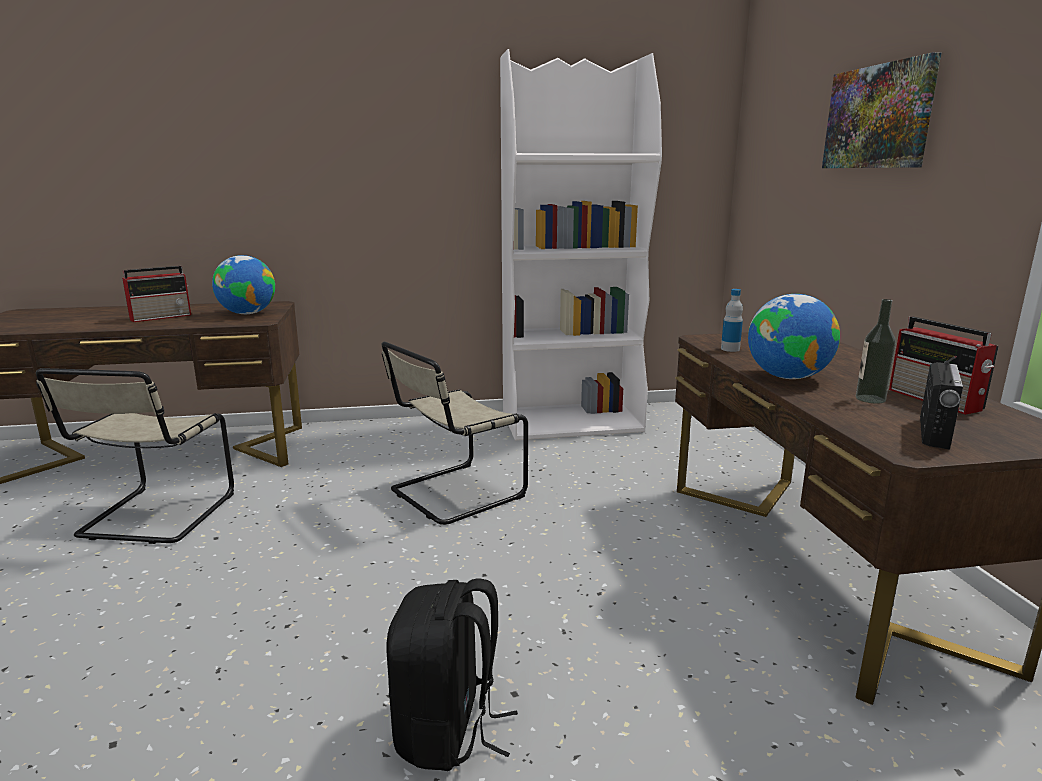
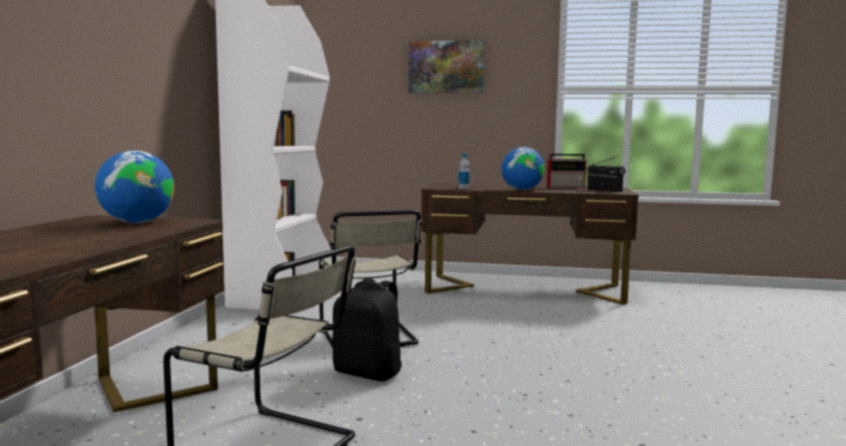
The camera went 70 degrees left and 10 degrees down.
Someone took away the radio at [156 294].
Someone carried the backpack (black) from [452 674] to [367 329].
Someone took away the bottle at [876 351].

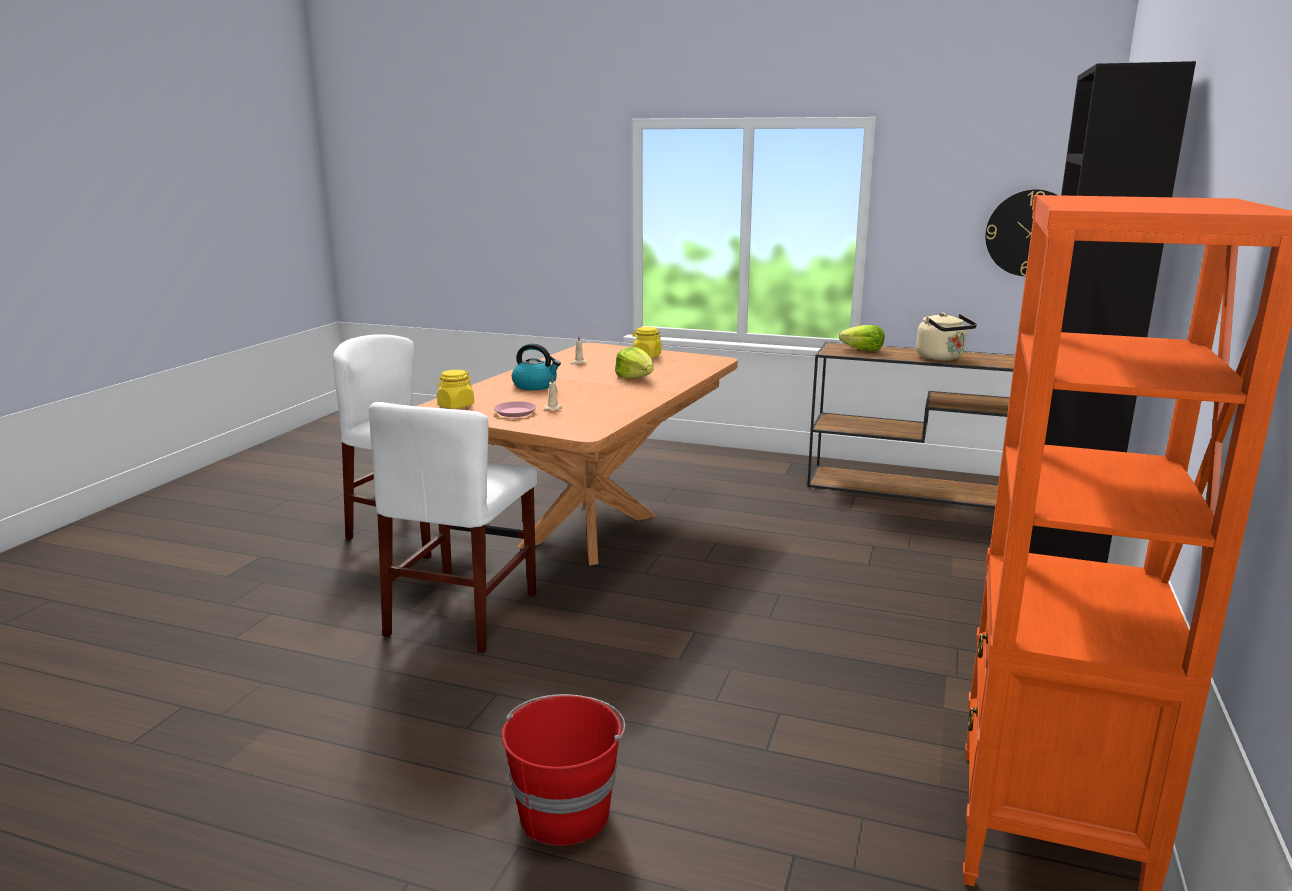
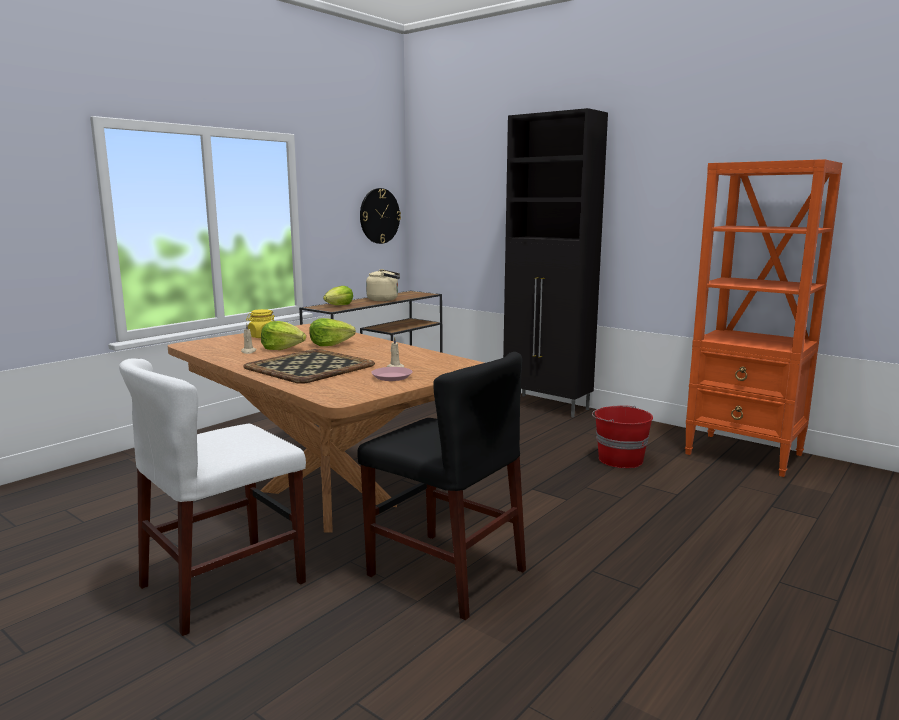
The camera went 70 degrees left and 5 degrees down.
Someone repainted the chair (white) at [453 527], which became the chair (black) at [442 486].
Someone took away the jar (yellow) at [455 389].
Someone carried the bucket (red) from [563 770] to [622 436].
Someone swapped the kettle at [536 367] for the tray at [309 366].
Someone put down the lettuce at [283 335].

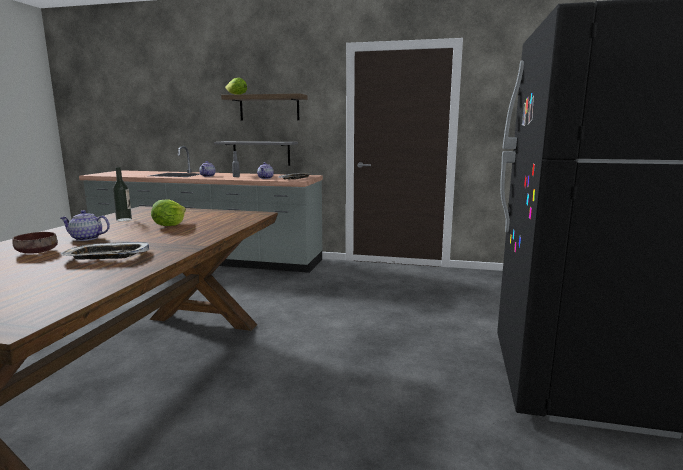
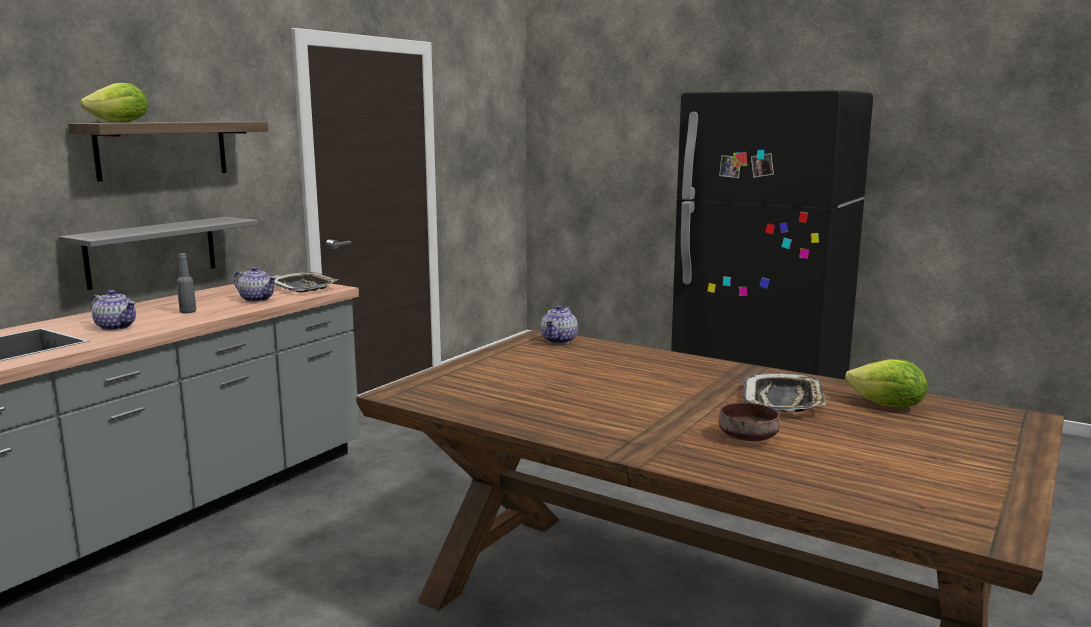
The camera went 70 degrees left and 0 degrees up.
Someone carried the teapot from [85 225] to [559 324].
Someone took away the bottle at [122 194].
Someone carried the lettuce from [168 212] to [886 383].

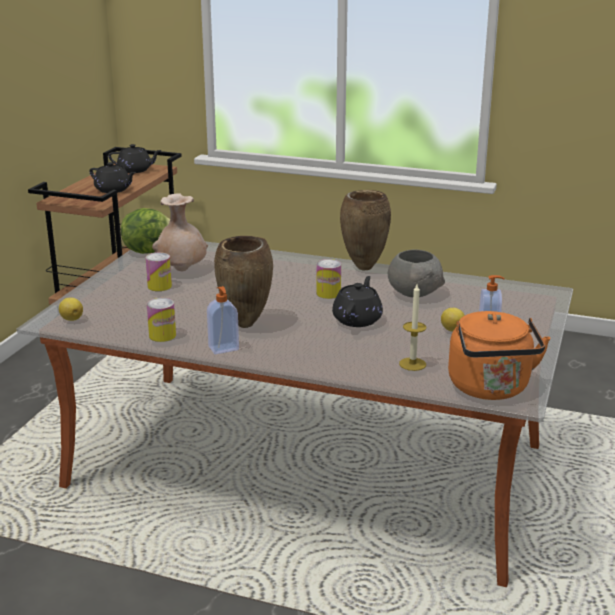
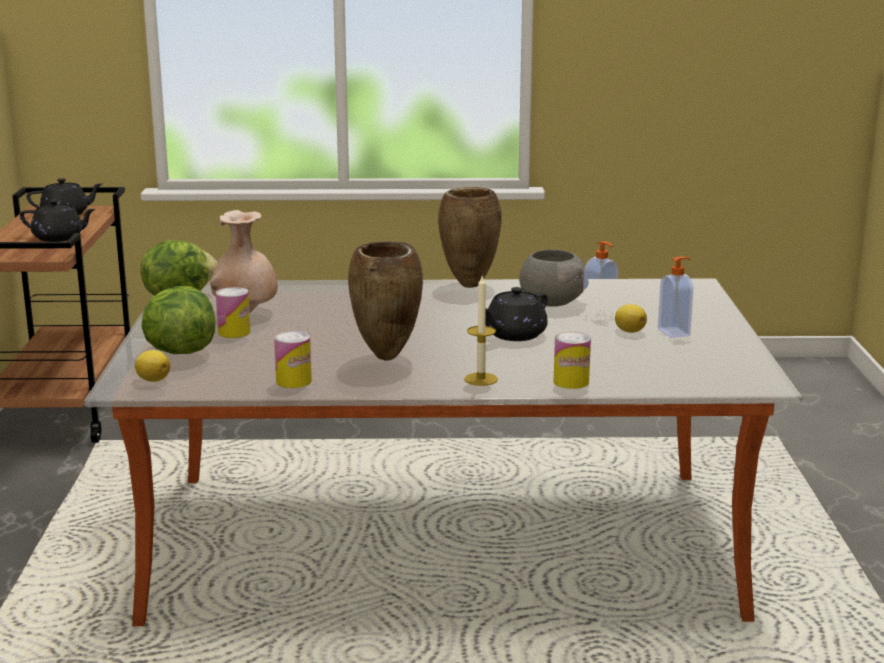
The camera went 20 degrees left and 5 degrees down.
Someone carried the soap dispenser from [223 320] to [600 280].
Someone carried the can from [329 279] to [572 360].
Someone rotated the teapot (black) at [357 301] by 135 degrees counterclockwise.
Someone carried the candle from [413 327] to [481 331].
Someone took away the kettle (orange) at [499 355].
Someone put down the lettuce at [179 320].

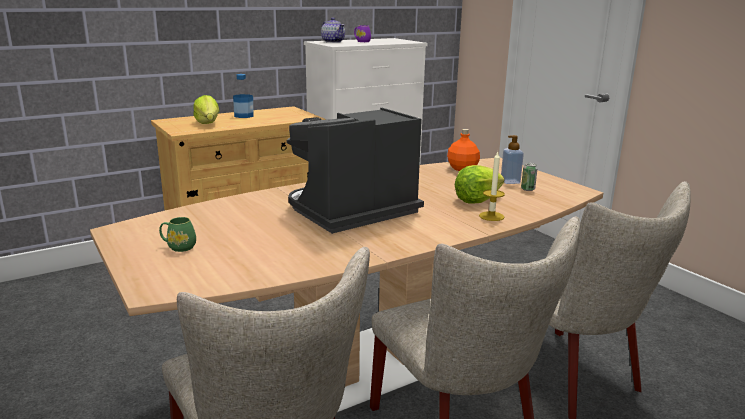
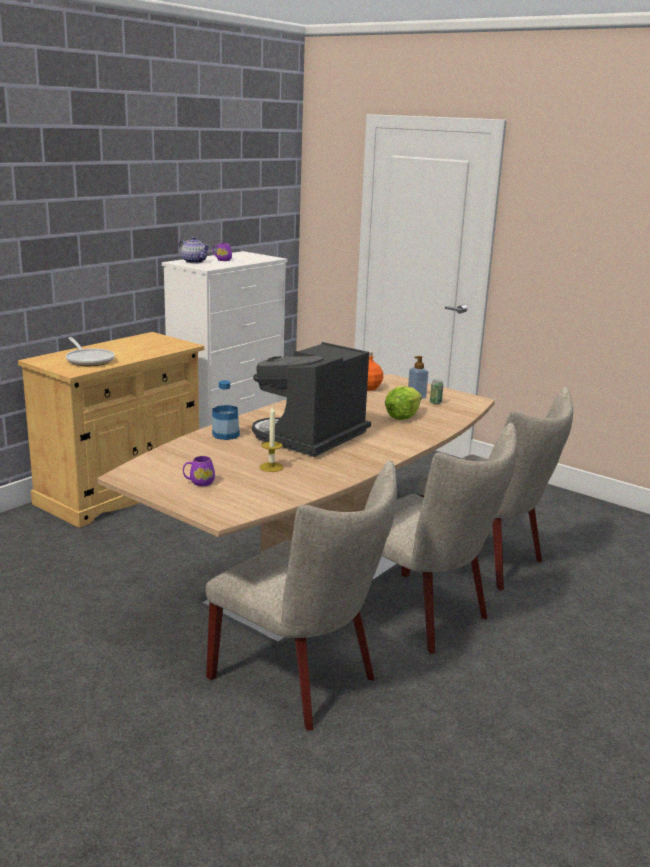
The camera went 20 degrees left and 0 degrees up.
Someone repainted the mug (green) at [177 234], which became the mug (purple) at [199 471].
Someone swapped the lettuce at [206 109] for the frying pan at [90 351].
Someone carried the bottle from [243 96] to [226 410].
Someone carried the candle from [492 186] to [272 439].

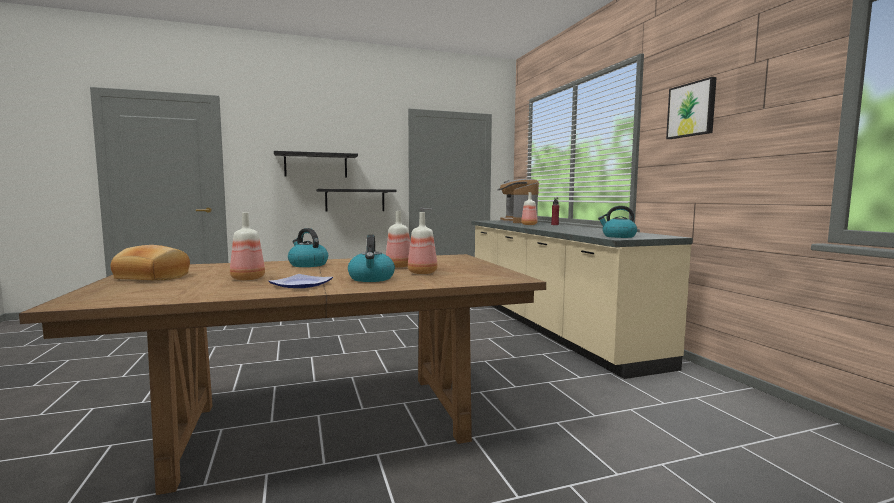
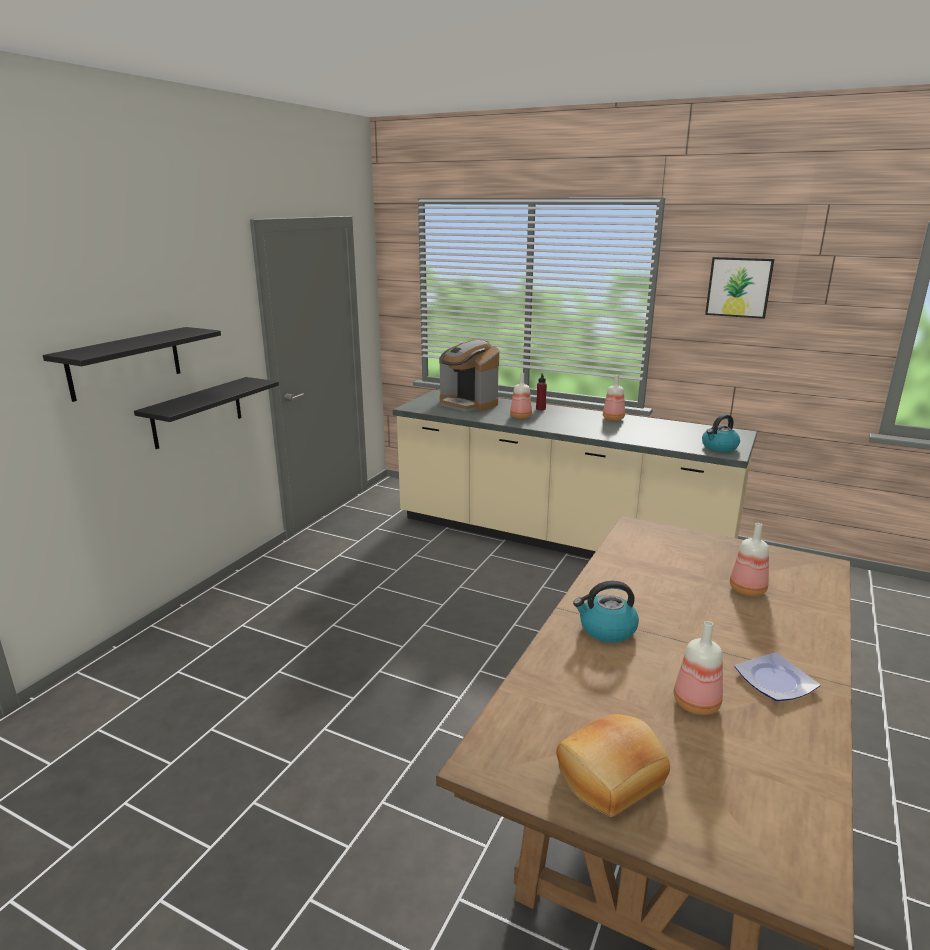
The camera went 45 degrees left and 15 degrees up.
Someone took away the kettle at [371 258].
Someone carried the bottle from [398 239] to [614 398].

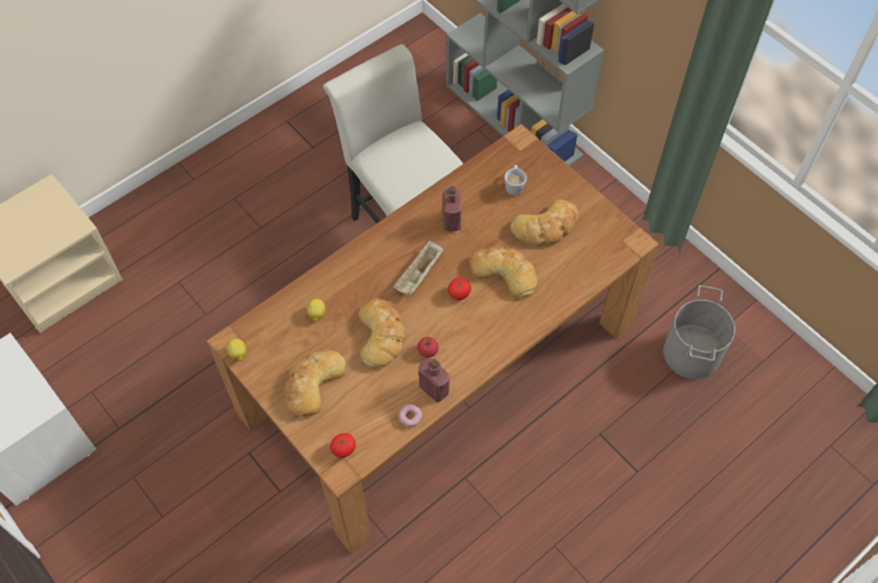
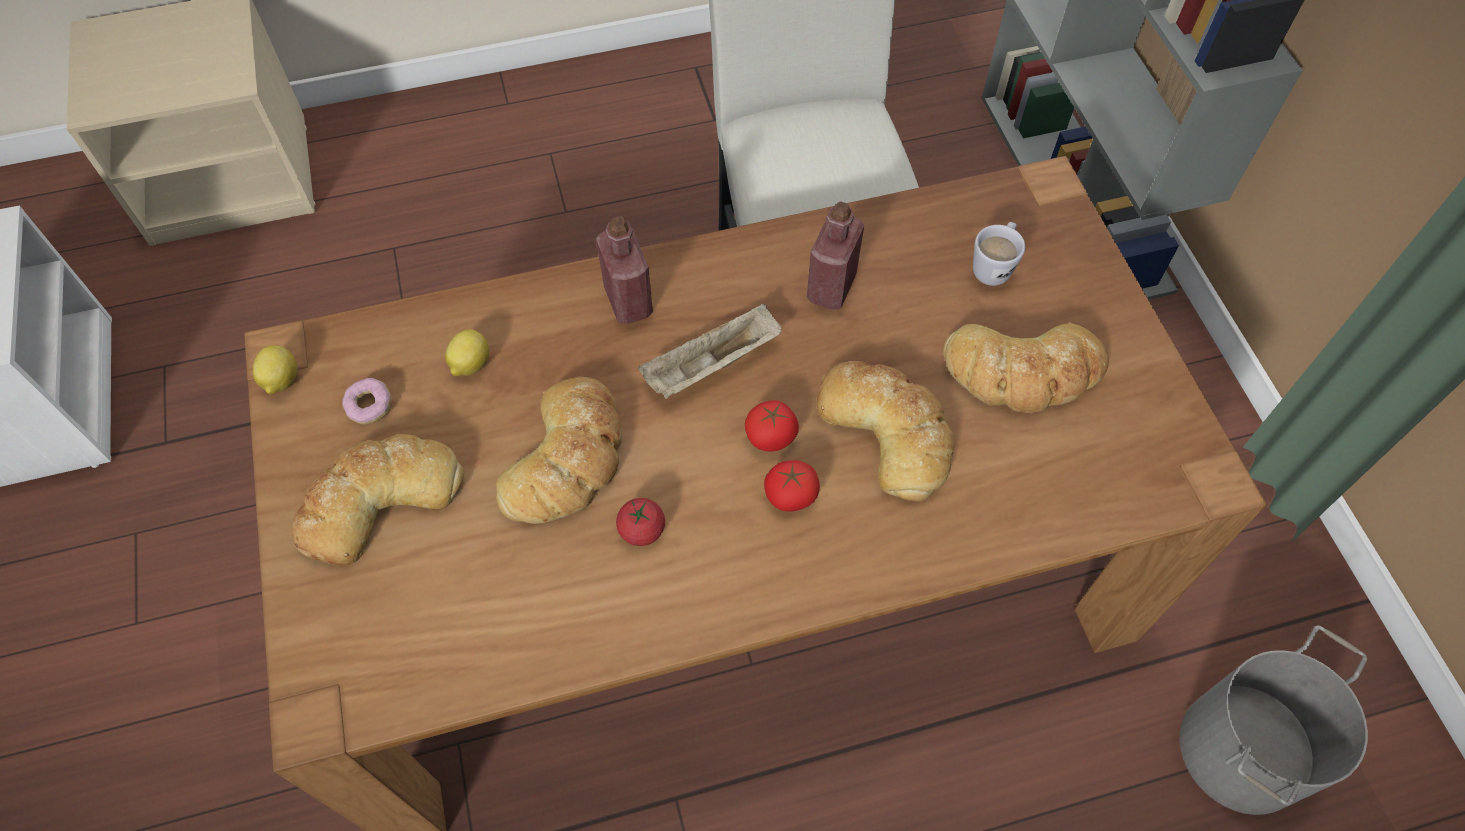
The camera went 25 degrees right and 0 degrees up.
Someone carried the tomato from [343 445] to [792 486].
Someone carried the donut from [410 415] to [367 401].
Someone carried the bottle (red) from [434 380] to [624 270].

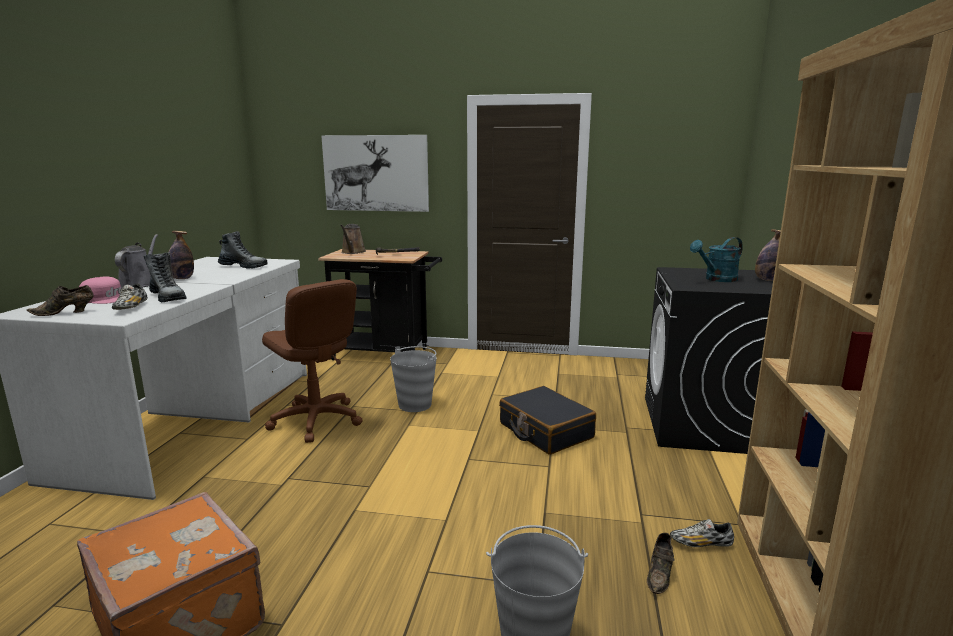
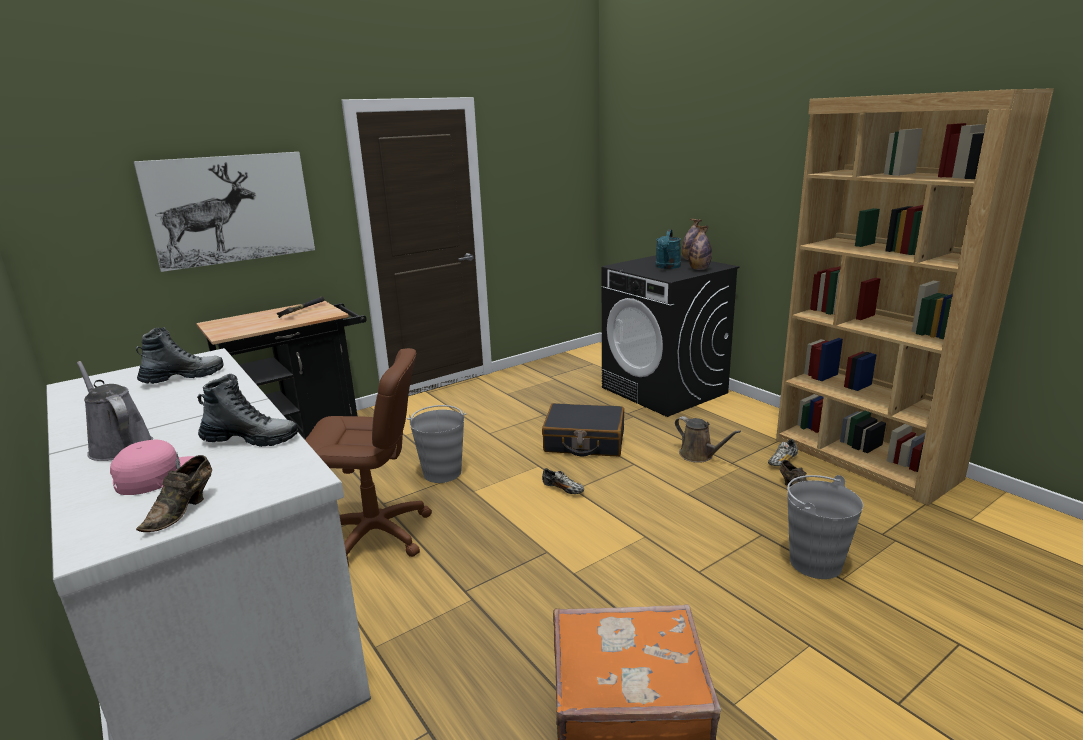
The camera went 45 degrees left and 5 degrees up.
Someone carried the shoe from [130 296] to [563 481].
Someone carried the bottle from [181 255] to [700 248].
Someone carried the watering can (brown) from [353 239] to [708 439].

